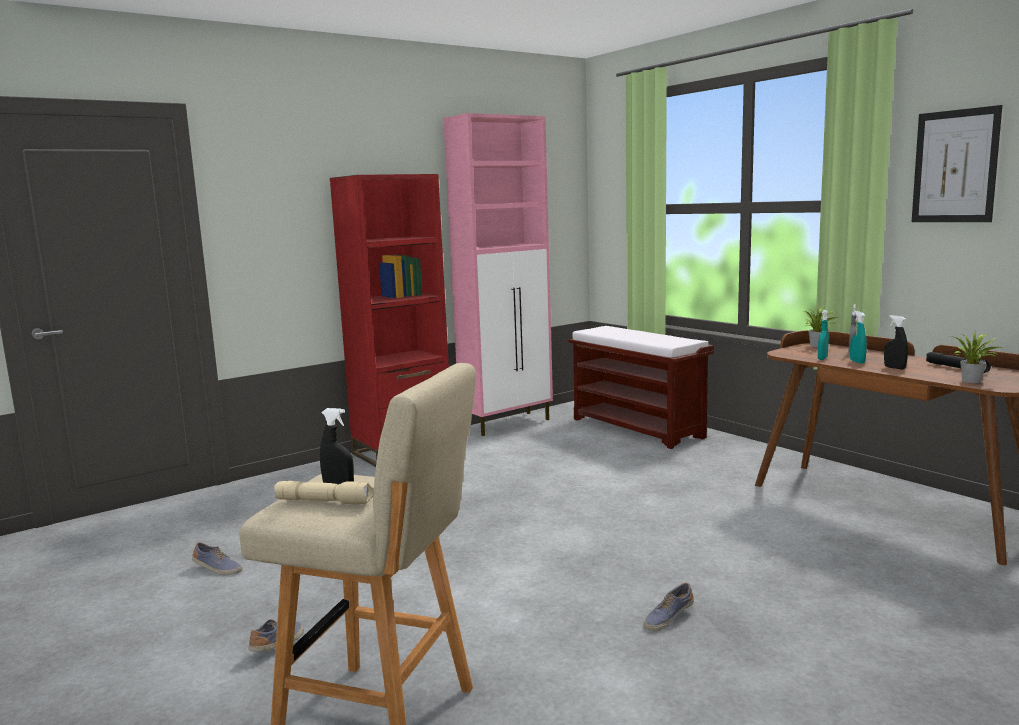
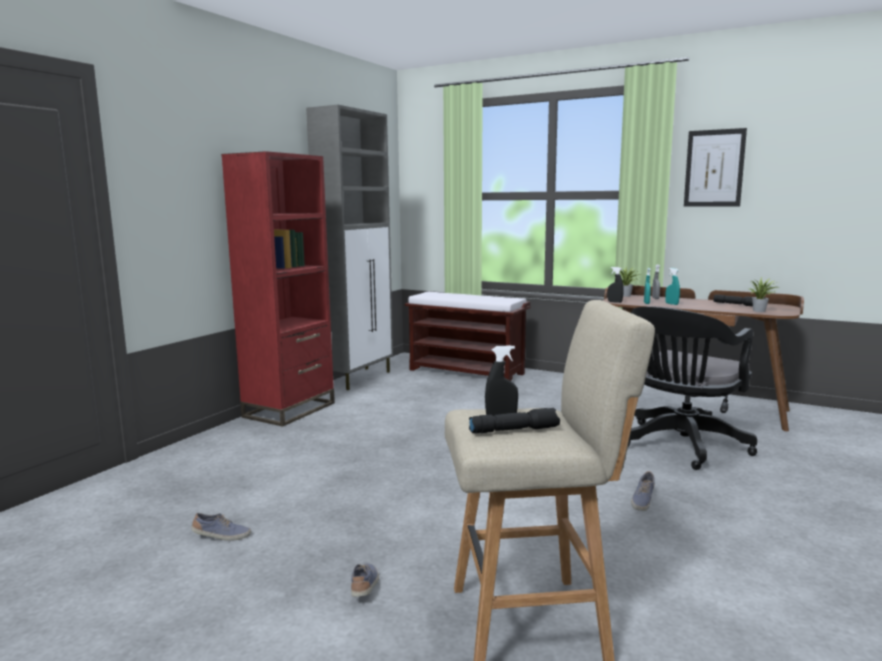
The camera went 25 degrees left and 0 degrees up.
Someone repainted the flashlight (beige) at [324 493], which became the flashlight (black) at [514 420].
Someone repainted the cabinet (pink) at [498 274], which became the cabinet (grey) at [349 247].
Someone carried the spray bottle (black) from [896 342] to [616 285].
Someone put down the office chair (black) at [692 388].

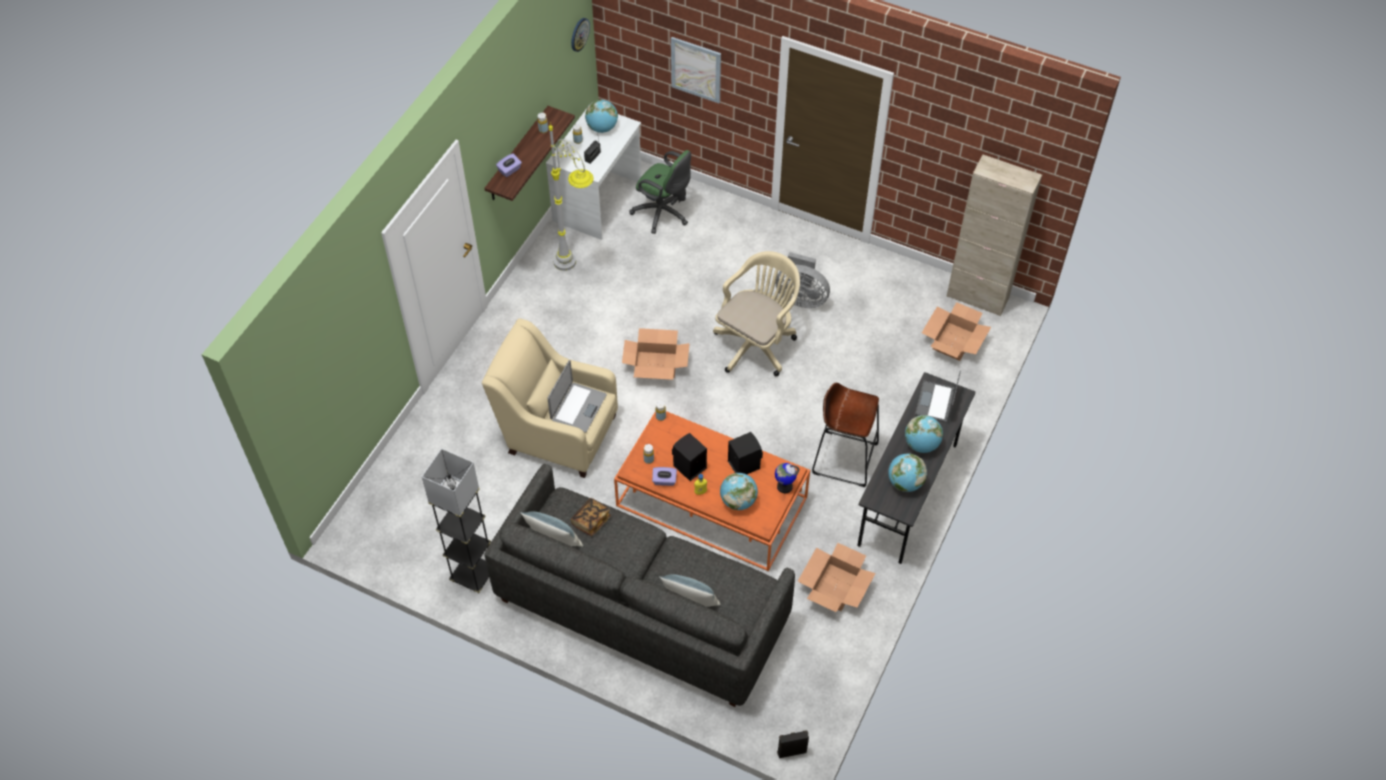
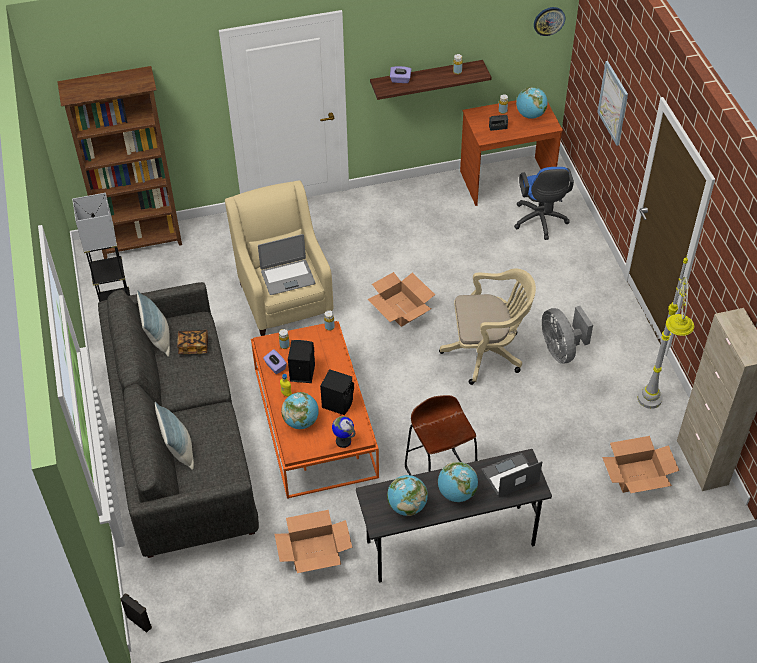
The camera went 50 degrees right and 5 degrees down.
Someone repainted the desk (white) at [593 172], which became the desk (brown) at [511 153].
Someone carried the floor lamp (grey) from [571 197] to [666 332].
Someone repainted the office chair (green) at [660 192], which became the office chair (blue) at [544 203].
Someone put down the bookcase (brown) at [119 162].

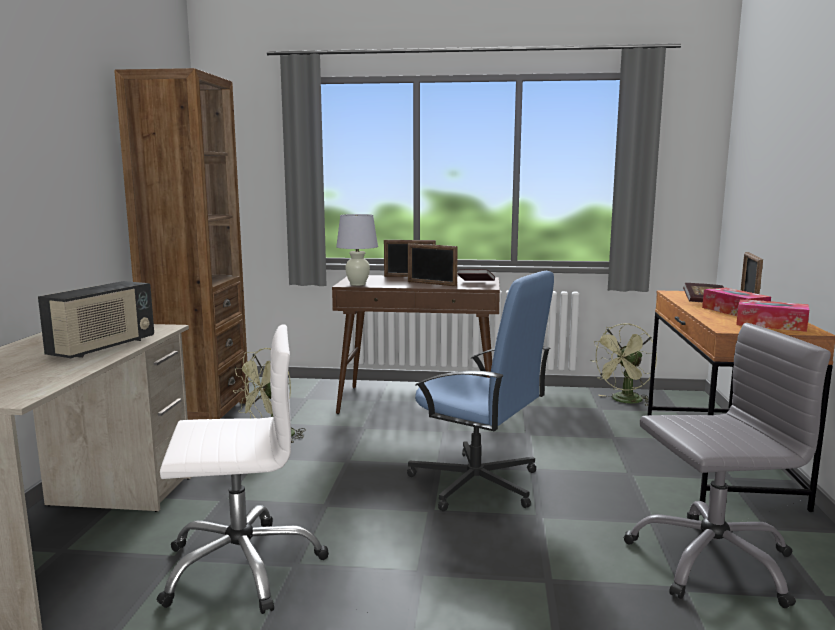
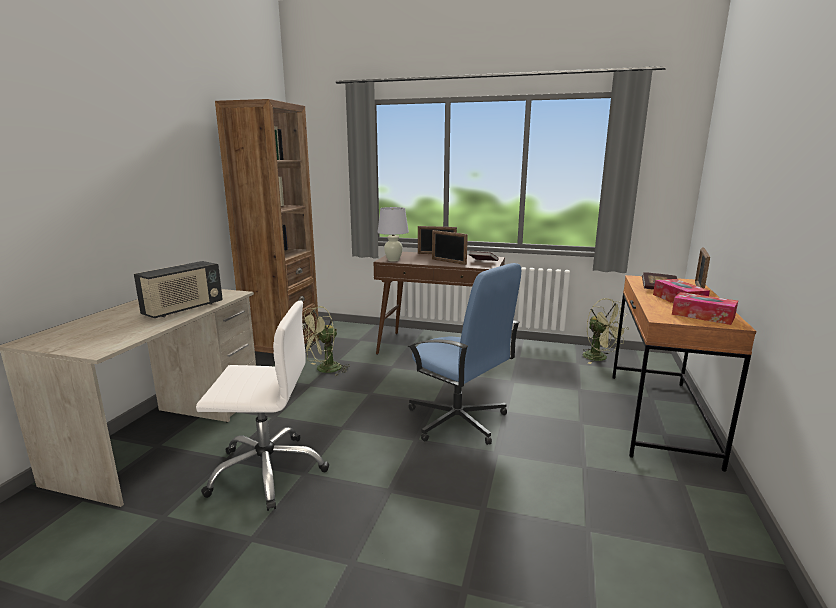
The camera went 10 degrees right and 5 degrees up.
Someone rotated the fan (green) at [623 364] by 90 degrees counterclockwise.
Someone took away the office chair (grey) at [727 465].

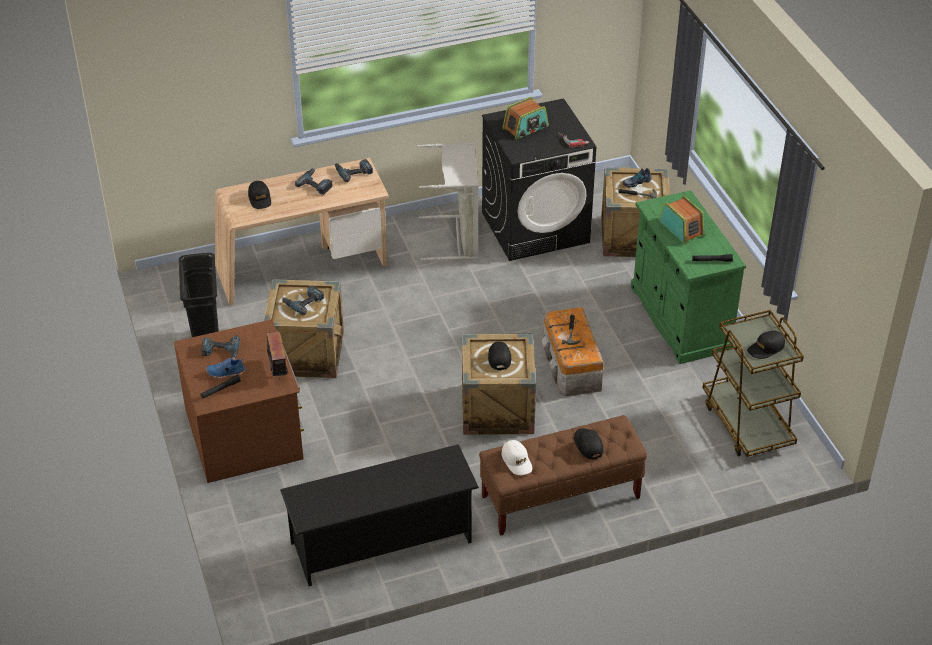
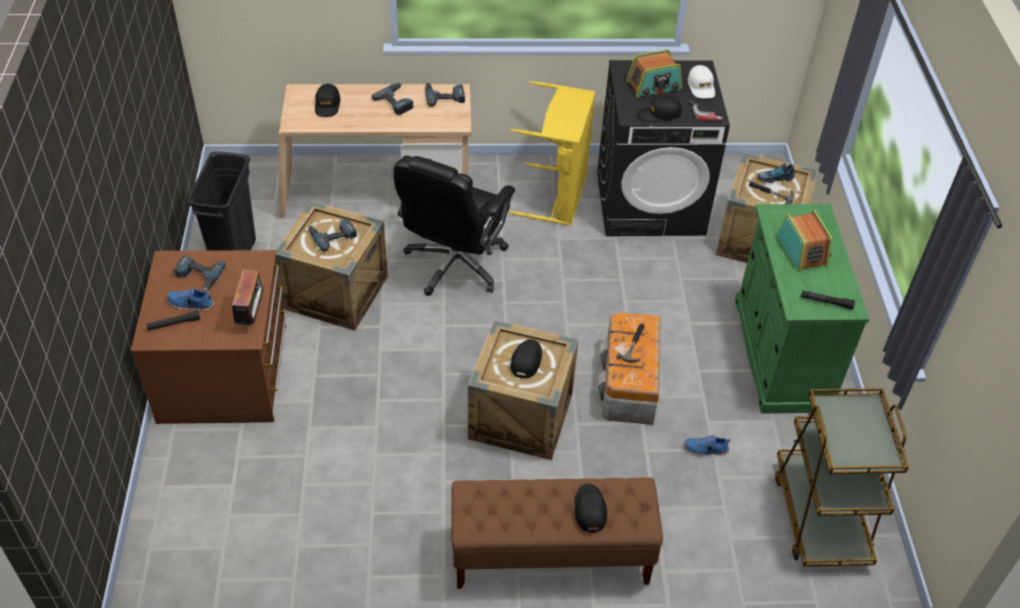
The camera went 15 degrees right and 5 degrees up.
Someone took away the shoe rack (black) at [379 515].
Someone repainted the laundry basket (grey) at [448 201], which became the laundry basket (yellow) at [551 153].
Someone carried the cap (white) from [516 457] to [701 82].
Someone carried the cap (black) from [766 345] to [659 109].
Someone put down the office chair (black) at [454 226].
Someone put down the shoe (blue) at [707 445].

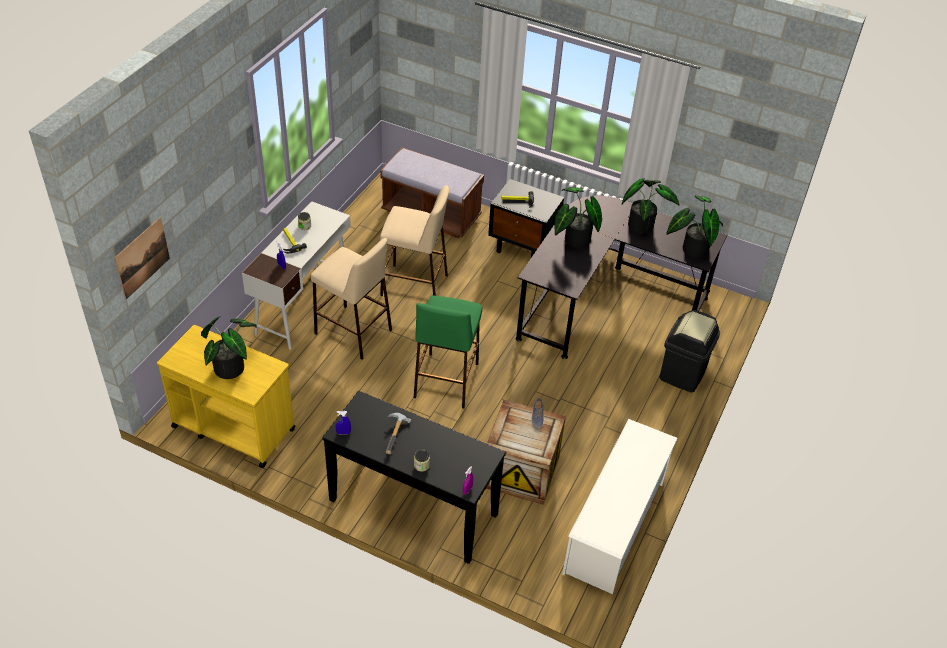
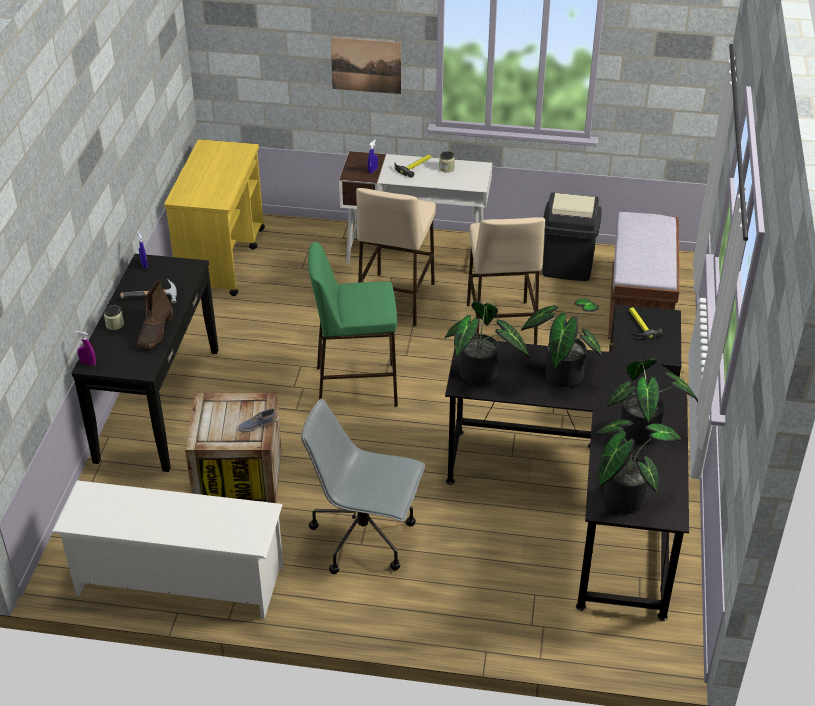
The camera went 75 degrees right and 5 degrees down.
Someone carried the picture from [142 258] to [366 65].
Someone carried the potted plant from [229 347] to [487 343].
Someone carried the trash can (black) from [689 351] to [572 236].
Someone put down the boot (brown) at [155 314].
Someone put down the office chair (grey) at [363 486].

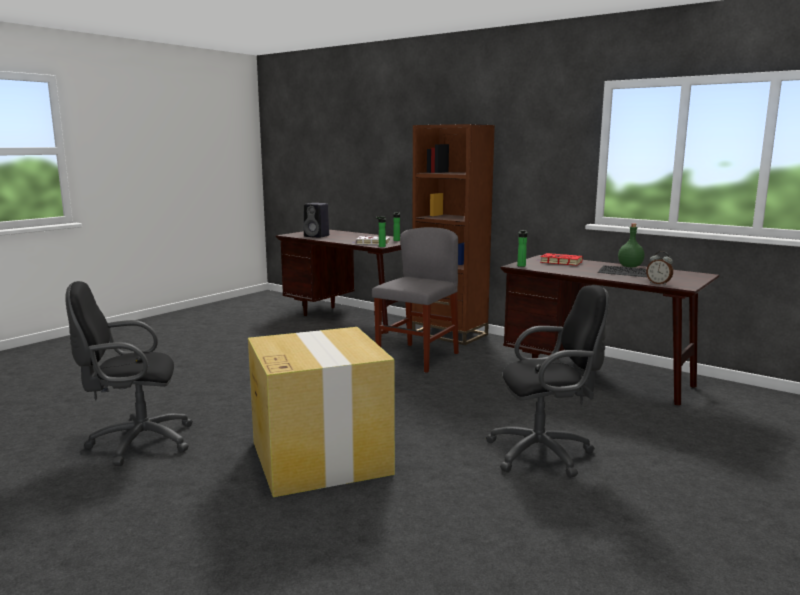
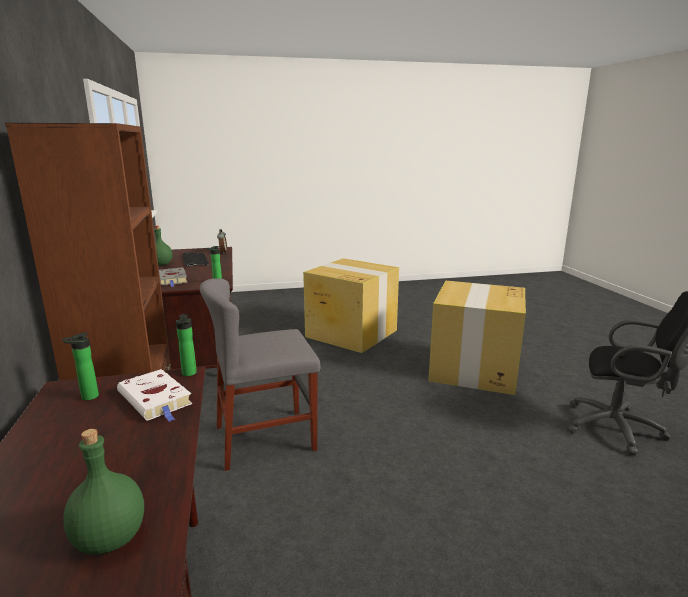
The camera went 140 degrees left and 5 degrees up.
Someone swapped the speaker (black) at [316 220] for the bottle (green) at [103 492].
Someone swapped the office chair (black) at [547 381] for the cardboard box at [351 305].
Someone repainted the book (red) at [561 259], which became the book (grey) at [173 277].

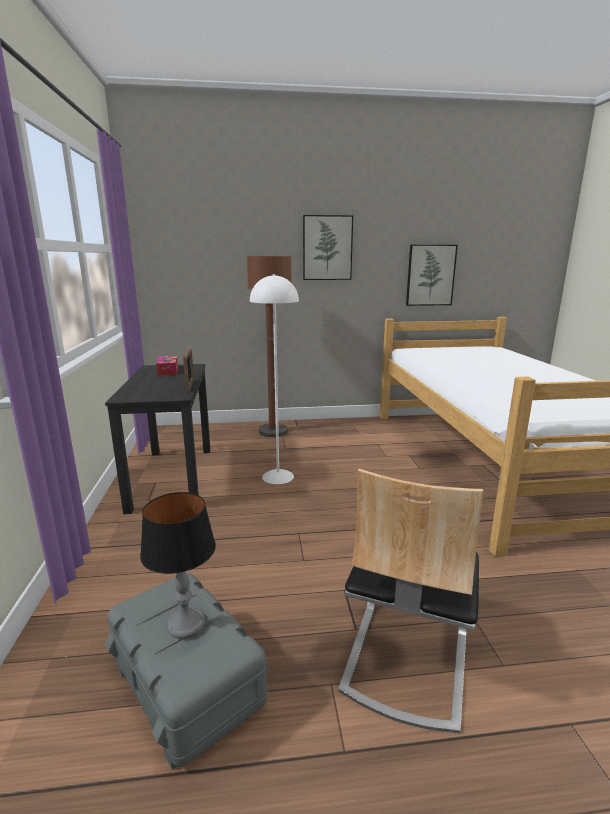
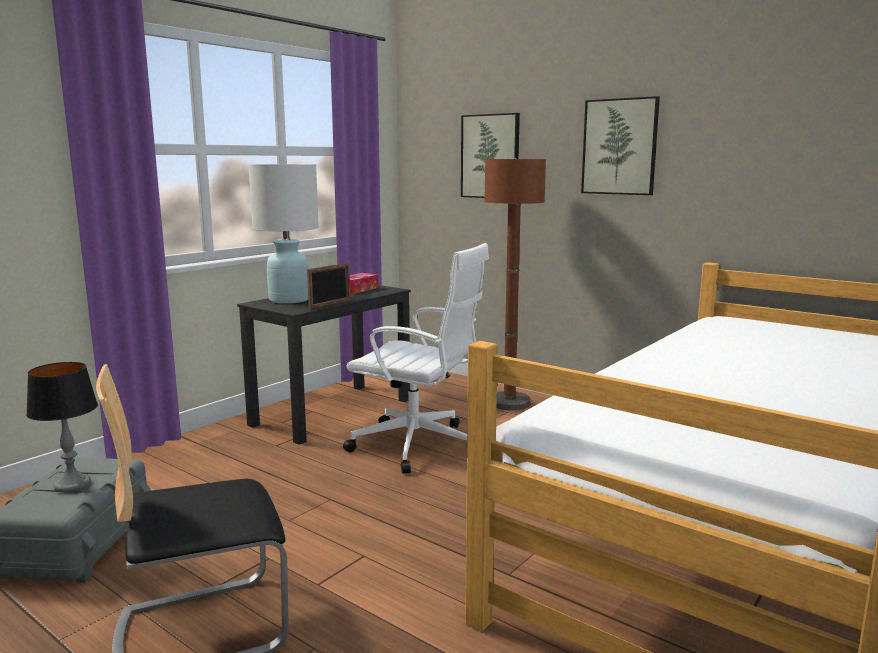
The camera went 45 degrees right and 5 degrees down.
Someone swapped the floor lamp (white) at [274 379] for the office chair (white) at [416 358].
Someone carried the picture from [432 275] to [490 155].
Someone put down the table lamp (white) at [283 234].

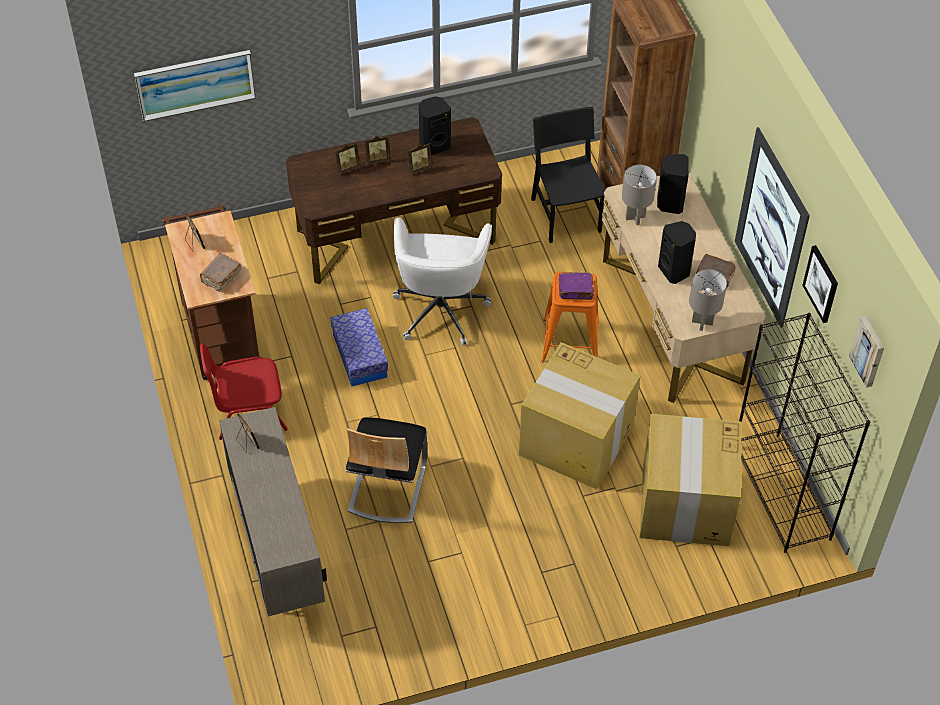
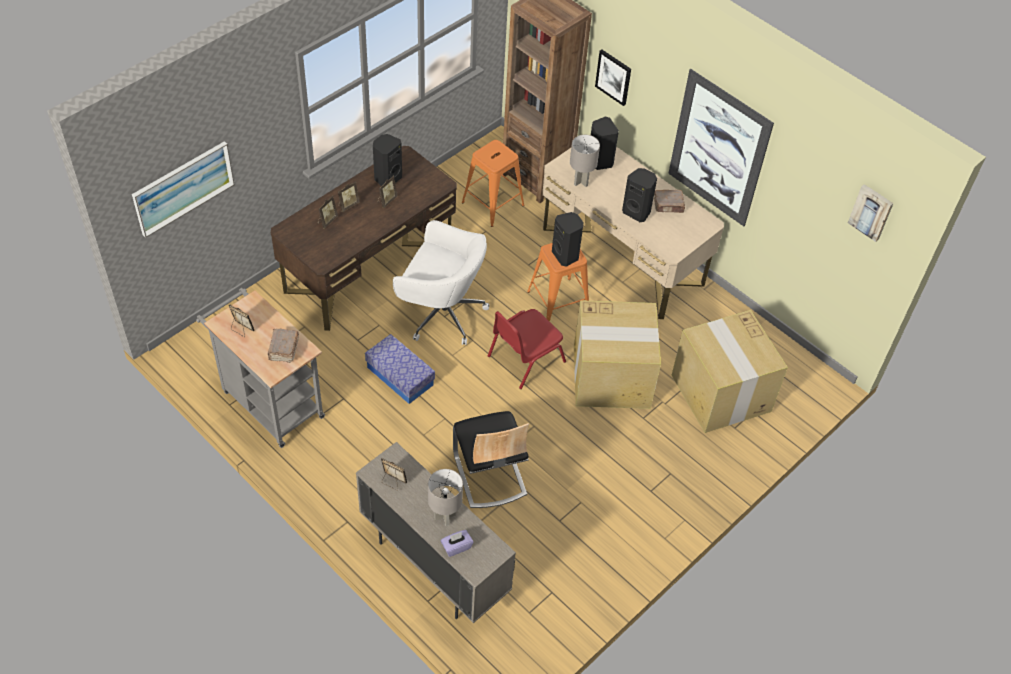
The camera went 30 degrees left and 0 degrees up.
Someone repainted the cart (brown) at [211 292], which became the cart (grey) at [260 368].
Someone carried the chair (red) from [244 392] to [527 349].
Someone rotated the office chair (white) at [442 281] by 45 degrees counterclockwise.
Someone swapped the chair (black) at [568 175] for the stool (orange) at [493 183].
Someone swapped the book (purple) at [576 286] for the speaker (black) at [568 239].
Someone carried the table lamp (grey) from [708 300] to [445 497].
Someone took away the bookcase (black) at [804 433].
Someone carried the picture from [820 284] to [613 78].
Someone put down the tissue box (purple) at [457 543].

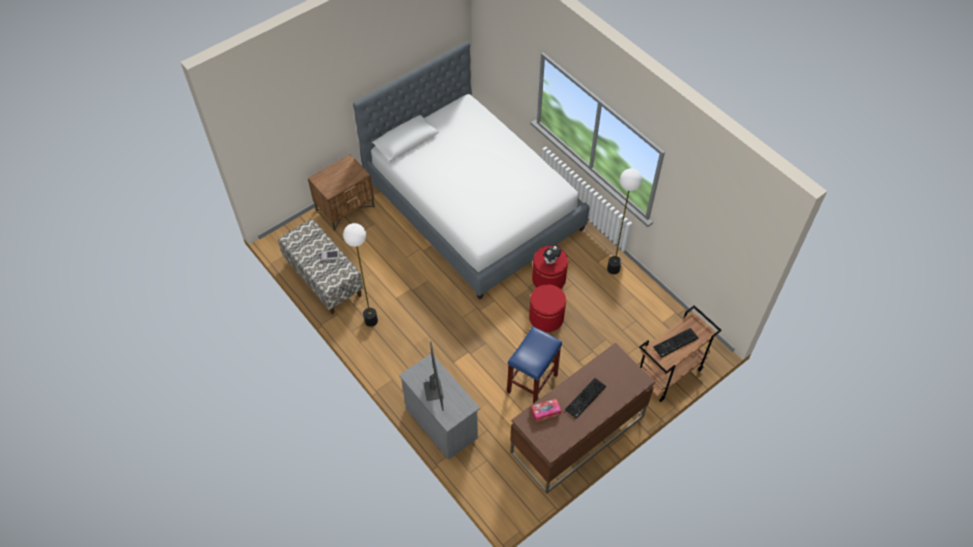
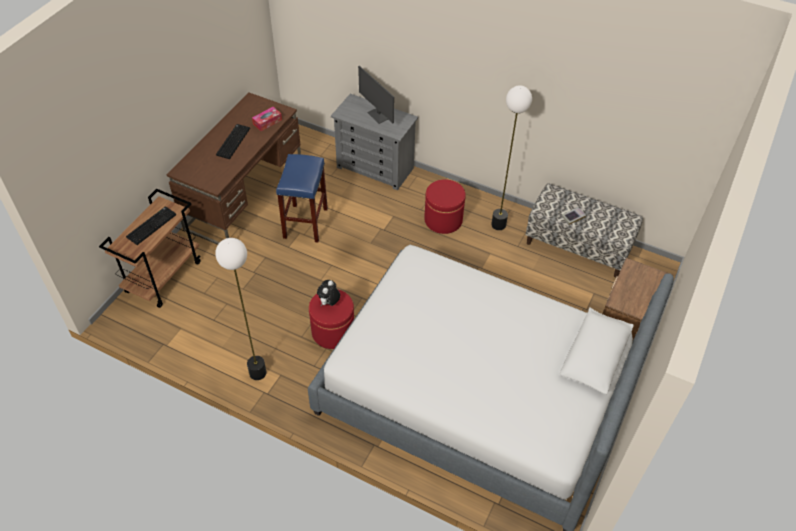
The camera went 155 degrees right and 5 degrees down.
Someone carried the ottoman (red) from [547 308] to [445 206].

